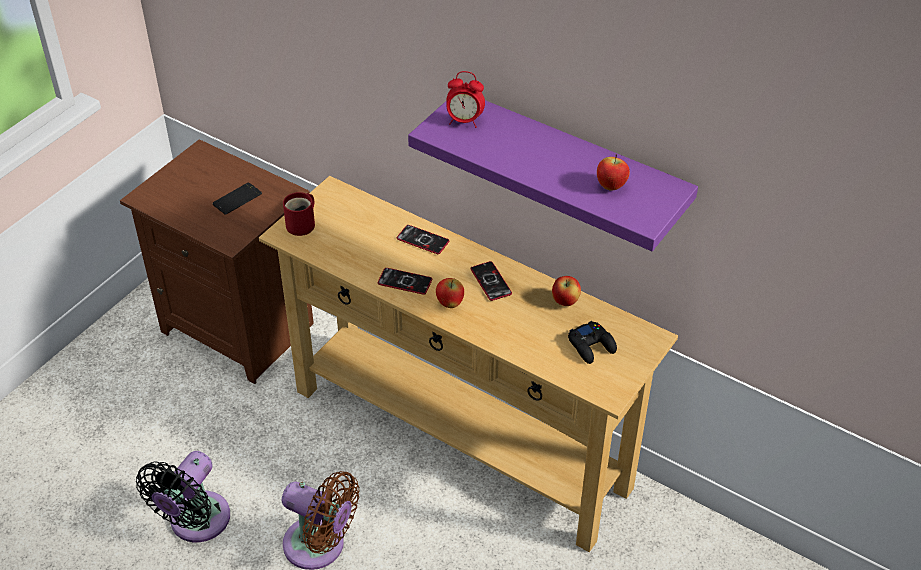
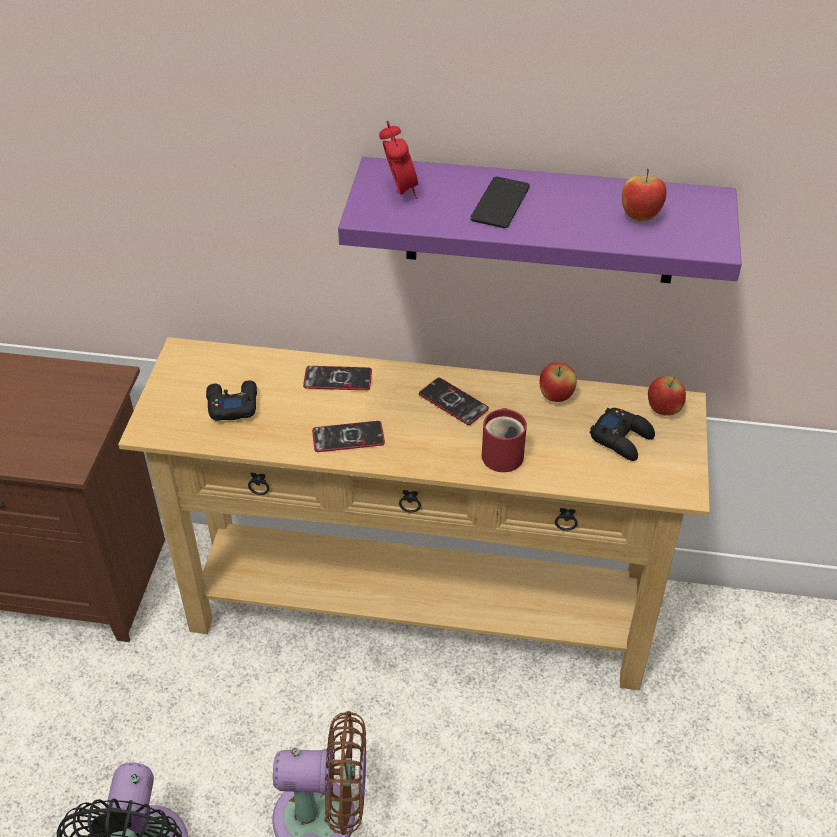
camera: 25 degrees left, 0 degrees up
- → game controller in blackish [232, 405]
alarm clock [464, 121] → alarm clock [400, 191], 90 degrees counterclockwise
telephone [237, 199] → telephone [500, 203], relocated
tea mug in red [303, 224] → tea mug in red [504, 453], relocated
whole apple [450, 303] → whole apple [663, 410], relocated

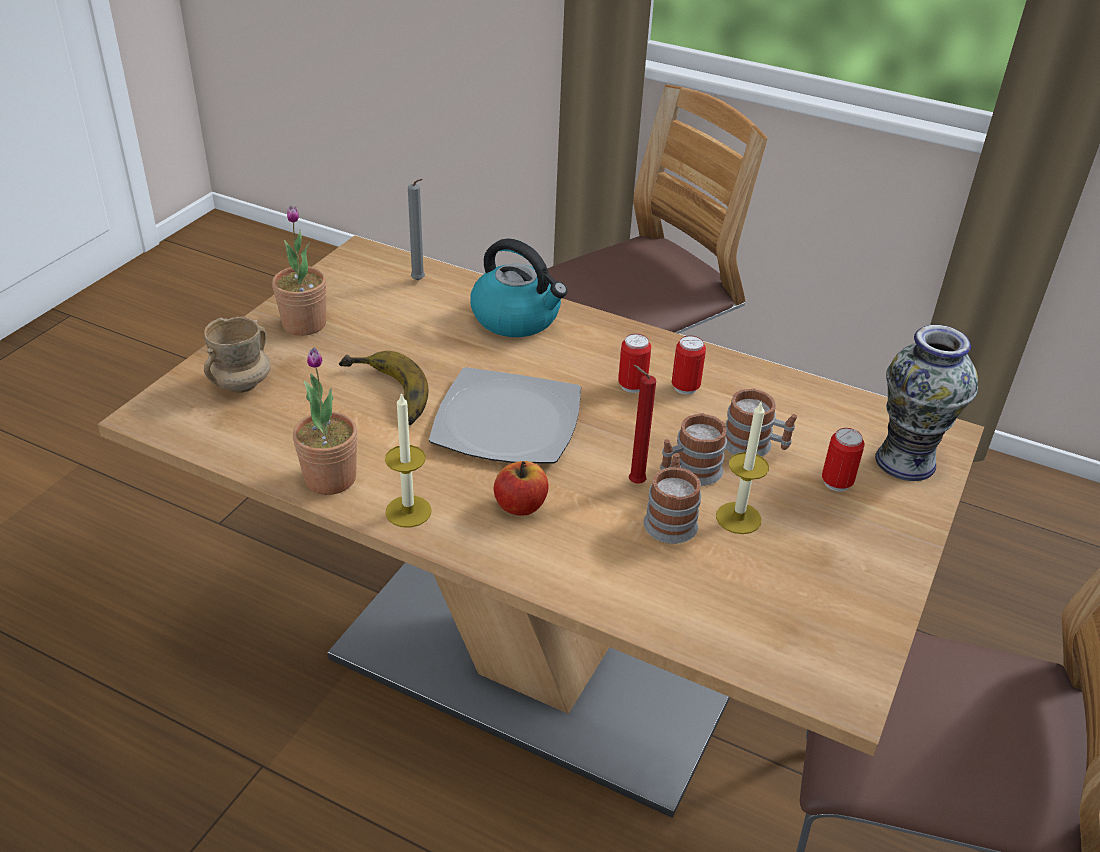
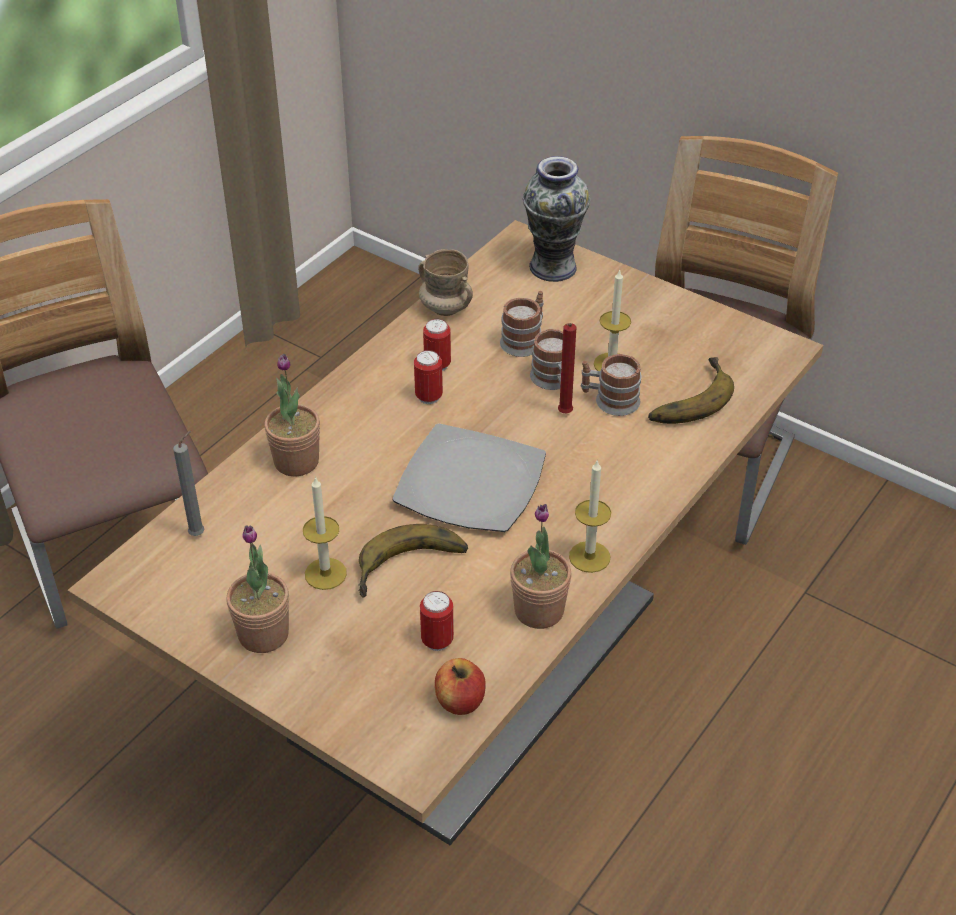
camera: 80 degrees left, 5 degrees up
water kettle [517, 318] → plant in a pot [296, 461]
- → wax light [325, 573]
tea mug in beige-coloured [241, 383] → tea mug in beige-coloured [445, 308], relocated
sealed can [836, 483] → sealed can [437, 641], relocated
whole apple [520, 505] → whole apple [460, 701], relocated
- → banana fruit [685, 397]

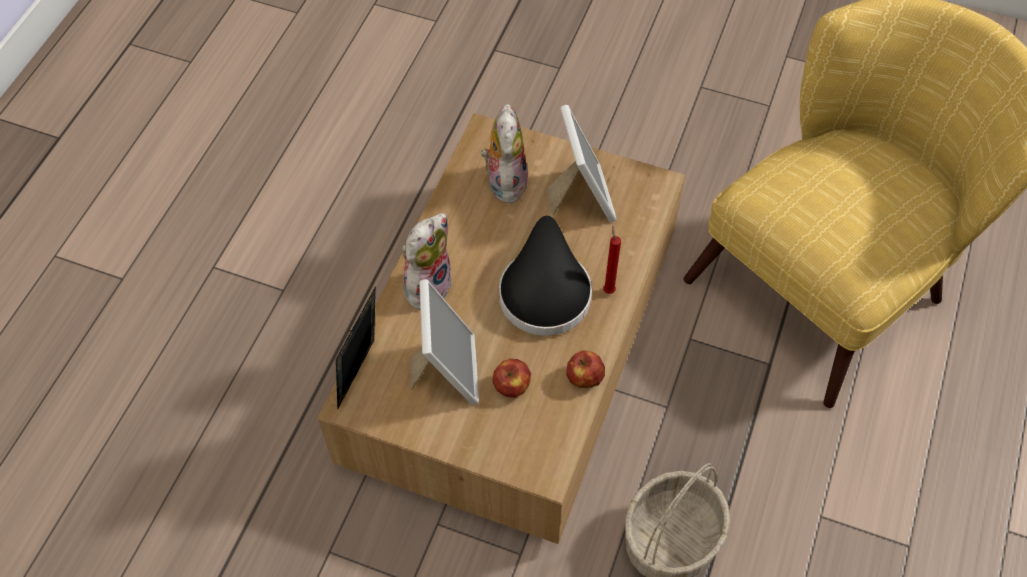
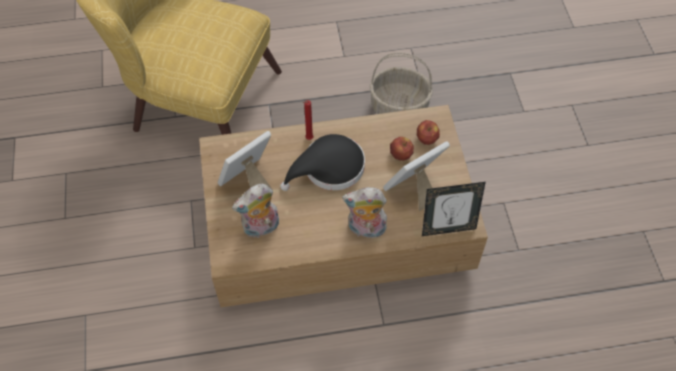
camera: 120 degrees left, 0 degrees up
whole apple [585, 378] → whole apple [427, 138], relocated

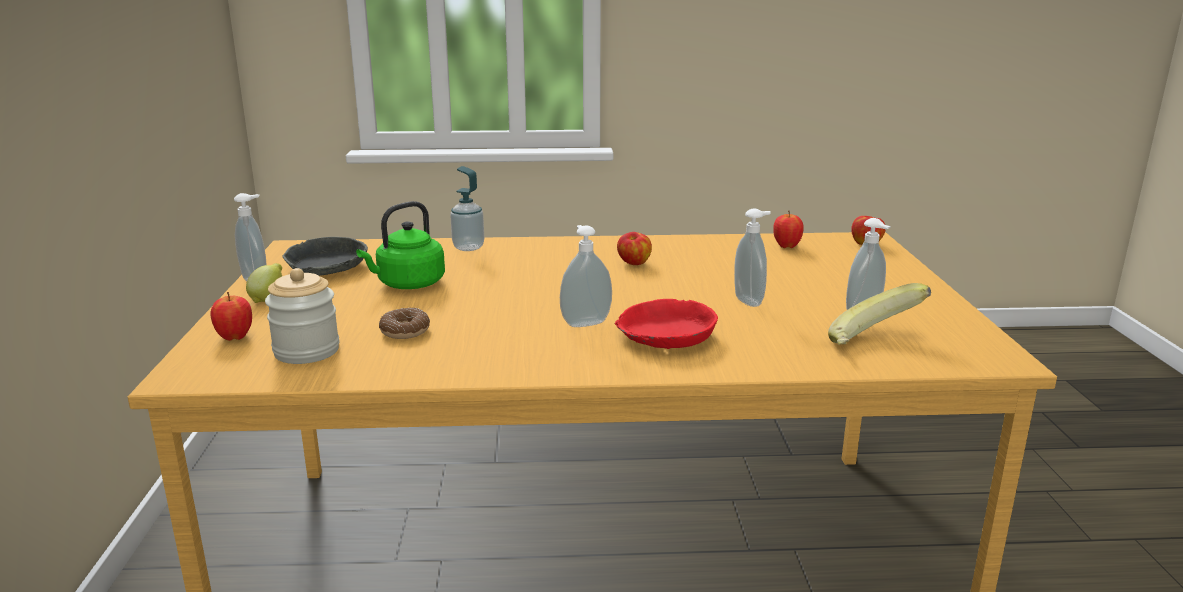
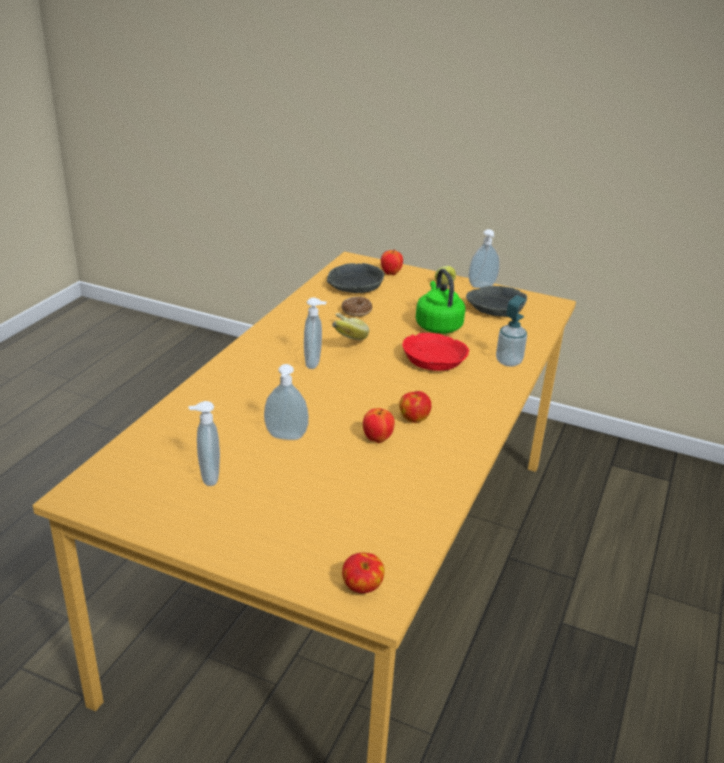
camera: 115 degrees right, 10 degrees up
preserve jar [306, 351] → deep dish in gray [354, 286]
banana fruit [874, 344] → banana fruit [342, 339], relocated
whole apple [786, 246] → whole apple [377, 439], relocated
deep dish in red [665, 336] → deep dish in red [435, 359], relocated

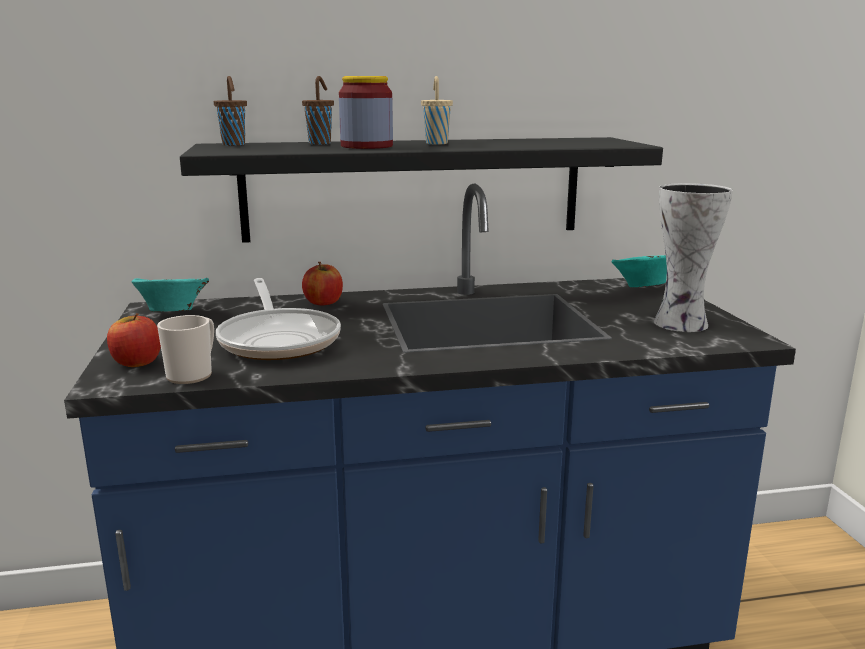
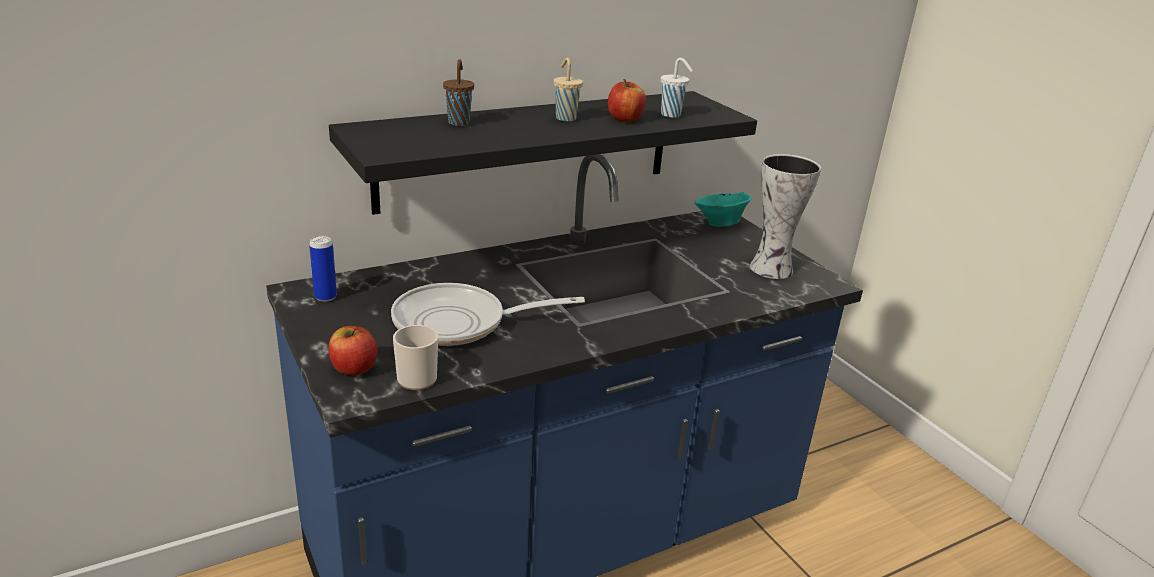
camera: 20 degrees left, 10 degrees up
deep dish in turquoise-coloured [172, 313] → sealed can [325, 297]
pan [279, 339] → pan [459, 323], 120 degrees clockwise
whole apple [323, 302] → whole apple [625, 119], relocated
- → drinking cup in whitish [672, 115]
drinking cup in brown-coloured [234, 145] → -
preserve jar [367, 146] → -

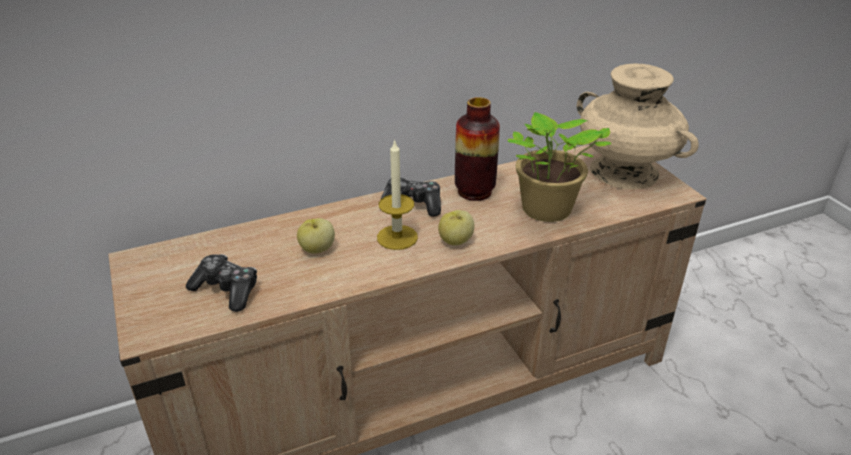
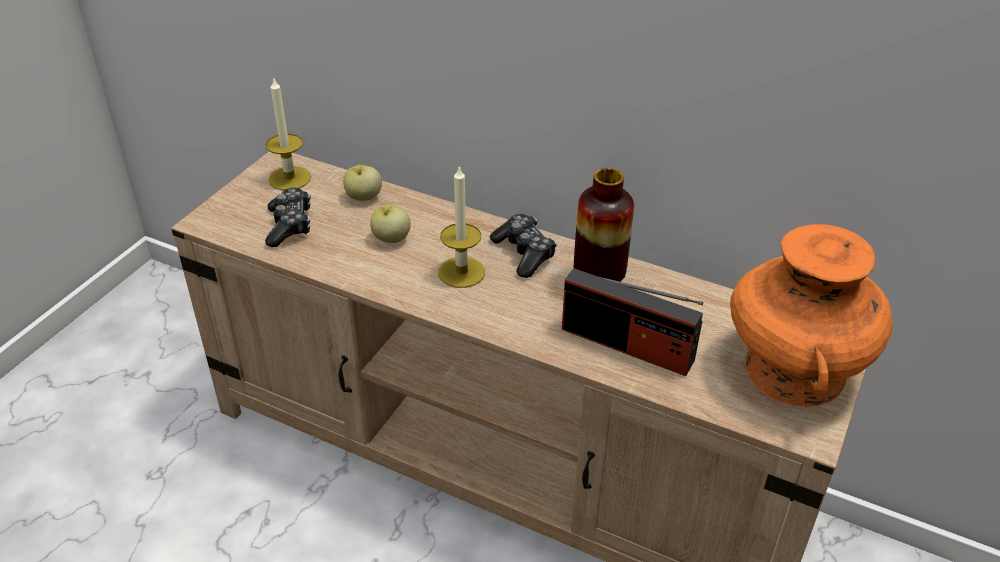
camera: 50 degrees right, 5 degrees up
- → wax light [289, 178]
whole apple [456, 241] → whole apple [363, 197], relocated
plant in a pot [545, 211] → radio [627, 345]
decorative vase in beige-coloured [624, 172] → decorative vase in orangey [794, 371]

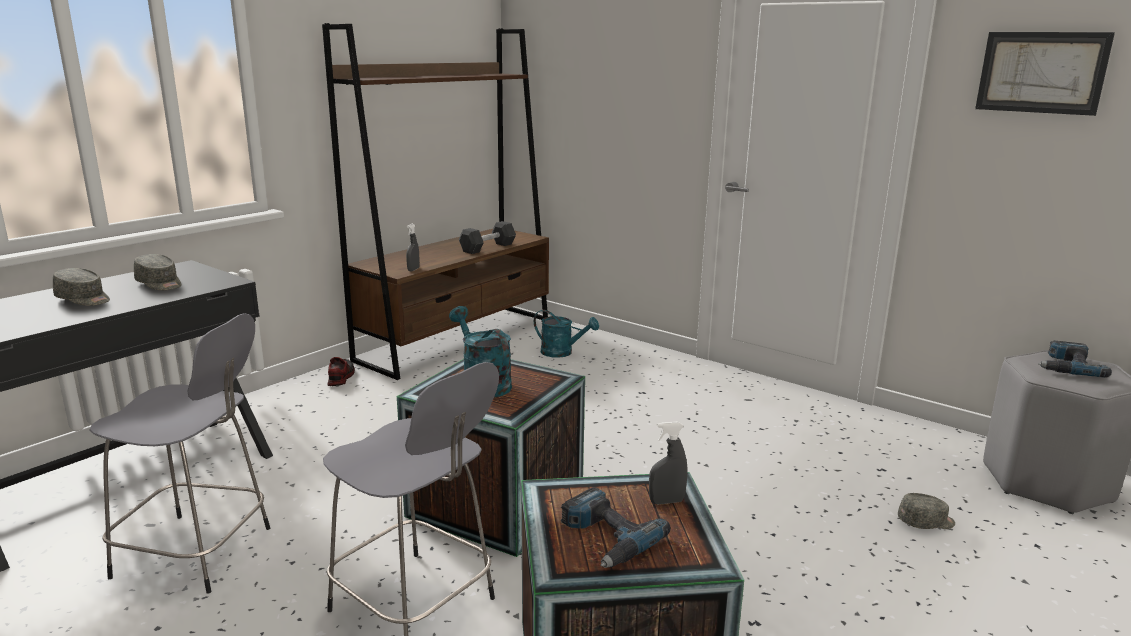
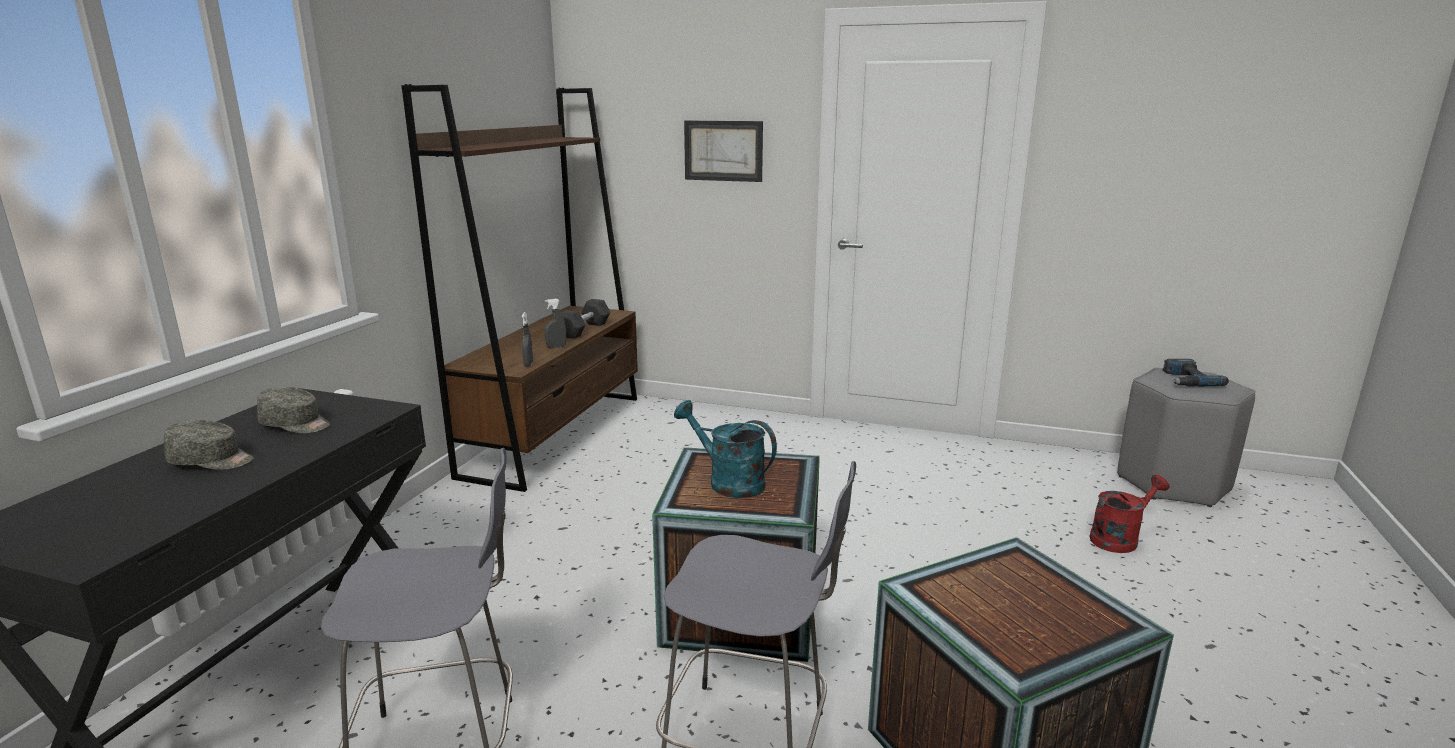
camera: 20 degrees left, 0 degrees up
hand sprayer in gray [666, 501] → hand sprayer in gray [556, 347], relocated
wall art [1041, 72] → wall art [723, 151], relocated
baseball cap in gray [926, 522] → sprinkling can in red [1119, 538]
shoe [340, 377] → -
sprinkling can in turquoise-coloured [562, 353] → -
power drill [606, 538] → -

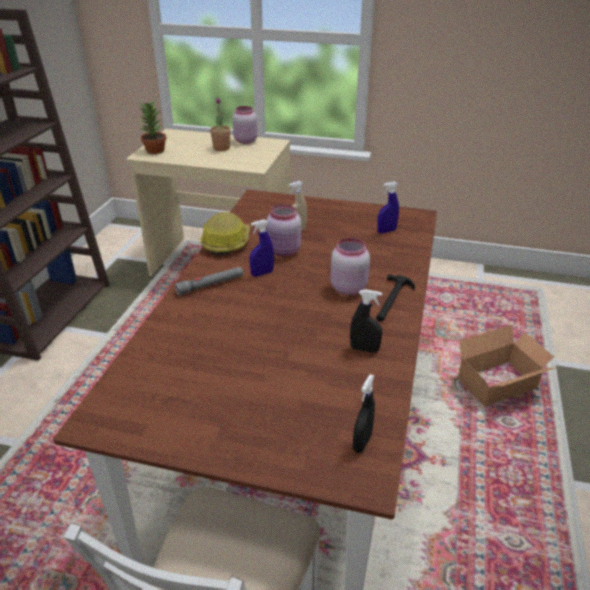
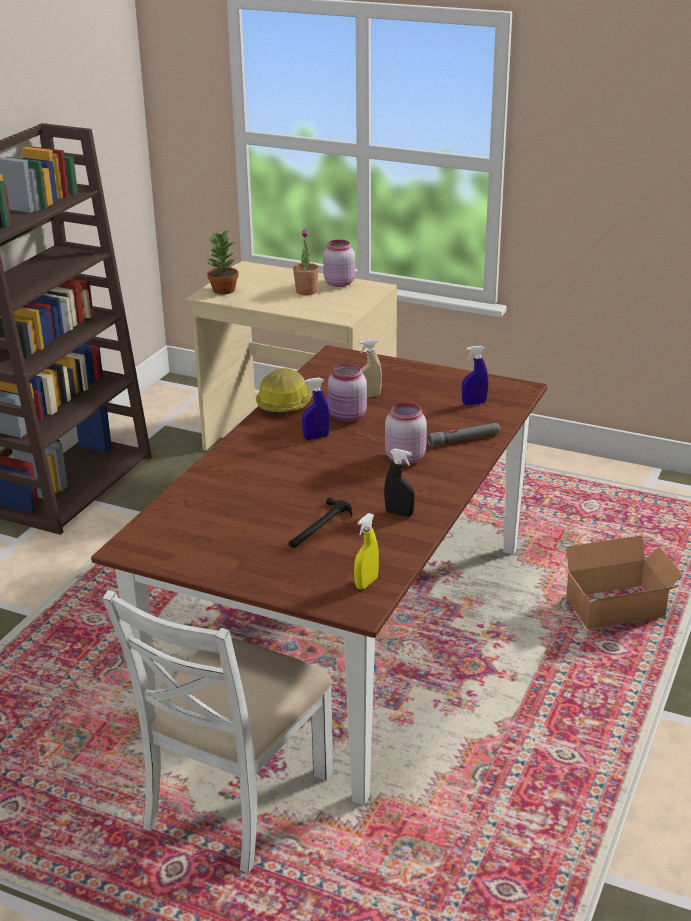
camera: 10 degrees right, 5 degrees down
hammer [392, 300] → hammer [319, 527], relocated
hand sprayer in blackish [362, 442] → hand sprayer in yellow-coloured [366, 583]
hand torch in gray [211, 285] → hand torch in gray [464, 439], relocated

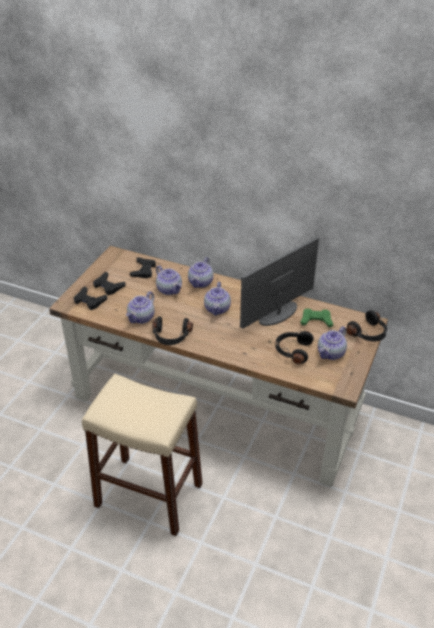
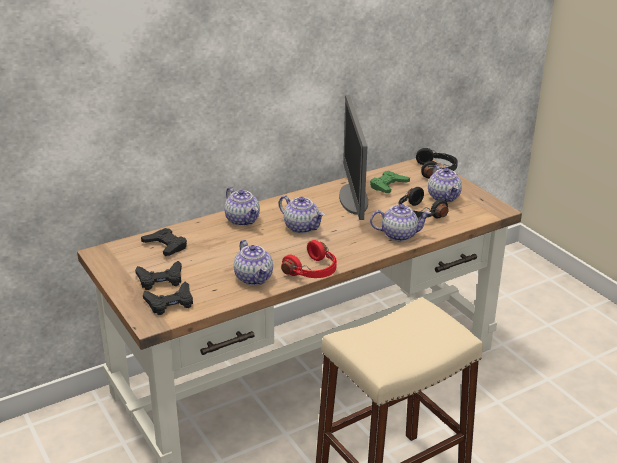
camera: 55 degrees left, 10 degrees down
headphones in blackish [171, 337] → headphones in red [313, 271]
tea pot [169, 289] → tea pot [399, 235], relocated

